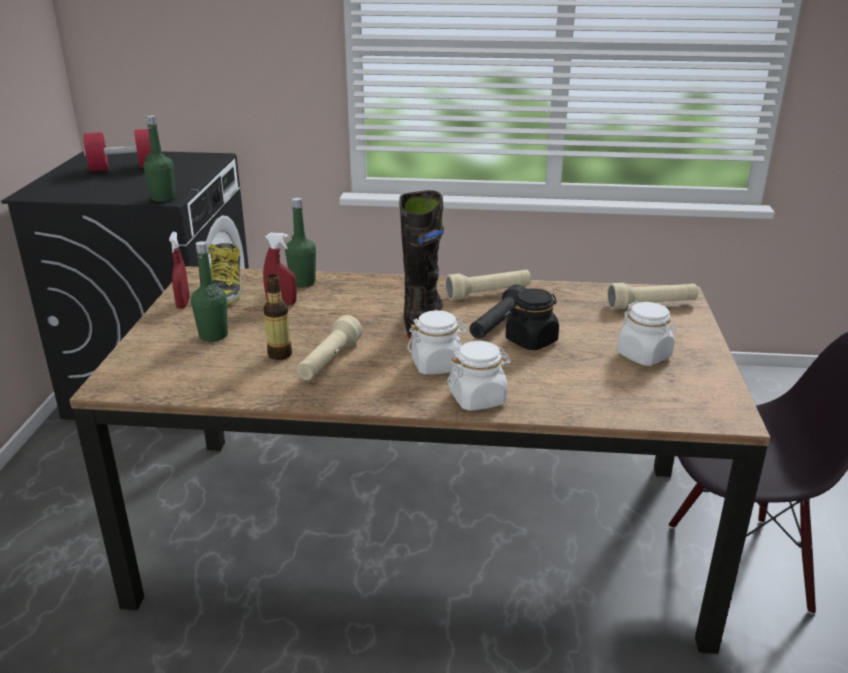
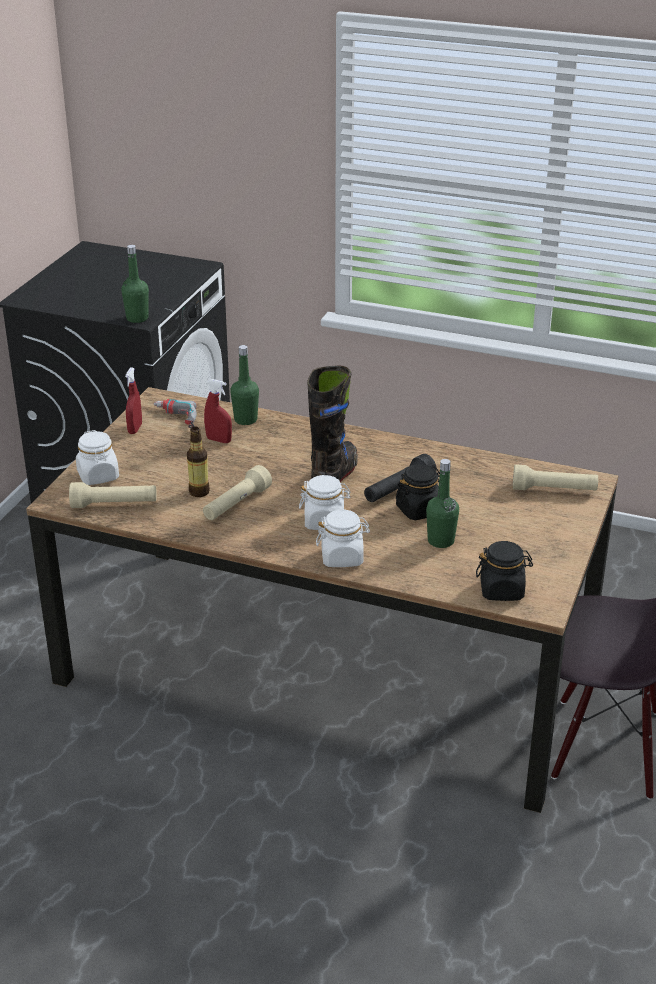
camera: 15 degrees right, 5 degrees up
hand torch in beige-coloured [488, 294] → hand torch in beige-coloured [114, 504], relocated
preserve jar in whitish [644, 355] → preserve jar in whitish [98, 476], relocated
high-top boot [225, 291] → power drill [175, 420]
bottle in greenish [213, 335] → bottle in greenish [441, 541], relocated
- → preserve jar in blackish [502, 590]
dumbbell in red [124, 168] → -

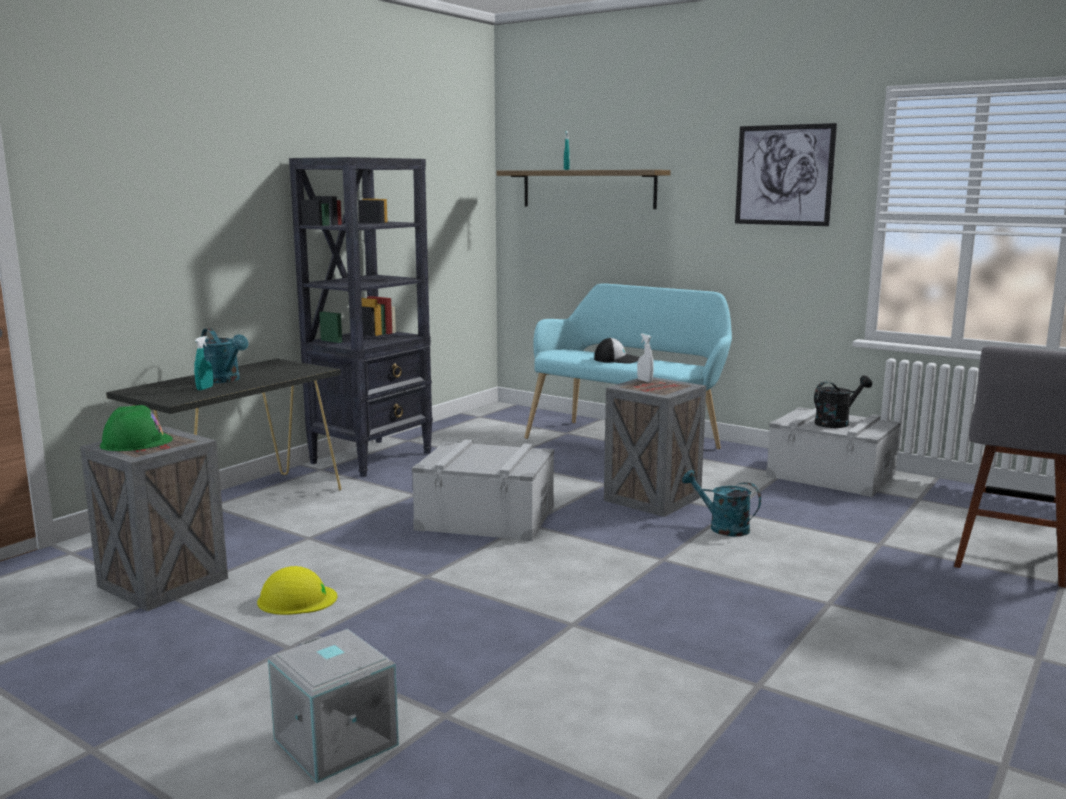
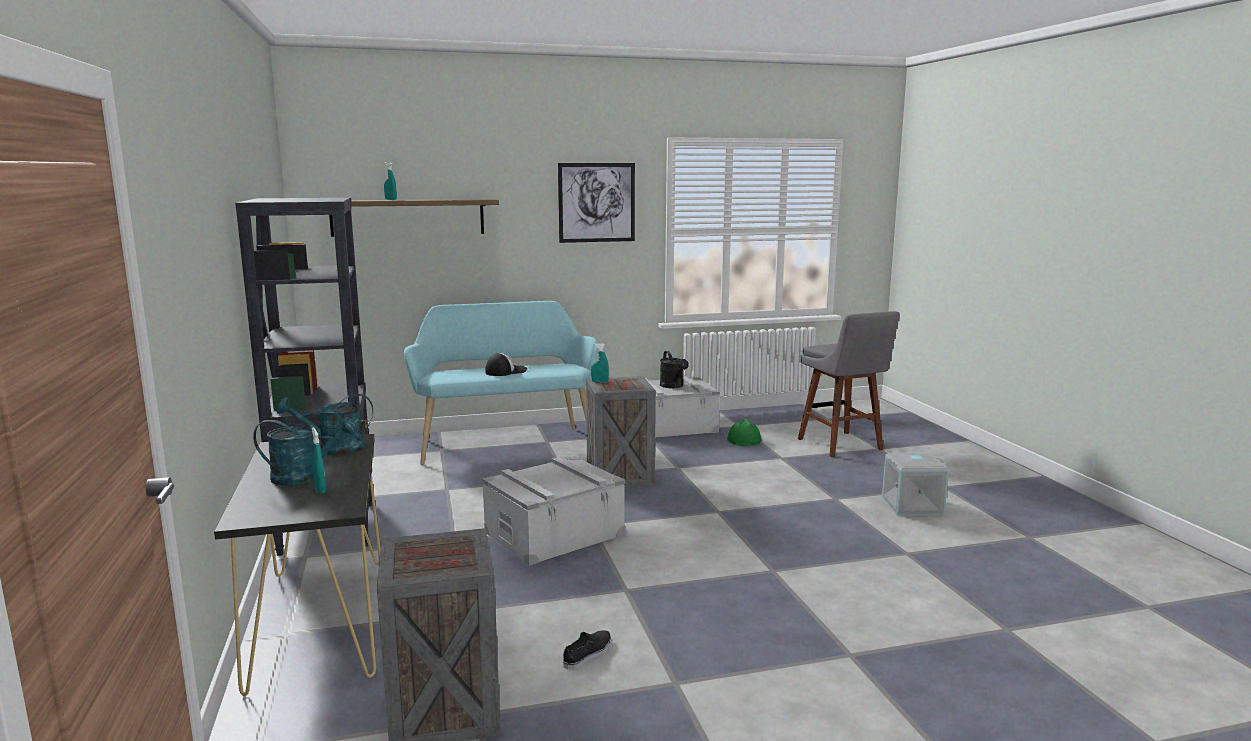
camera: 50 degrees left, 0 degrees up
sprinkling can in turquoise-coloured [722, 527] → sprinkling can in turquoise-coloured [333, 449], relocated
work helmet in yellow-coloured [296, 599] → shoe in blackish [588, 654]
hand sprayer in whitish [644, 381] → hand sprayer in turquoise-coloured [600, 382]
sprinkling can in blackish [836, 422] → sprinkling can in blackish [673, 386], 150 degrees clockwise
work helmet in greenish [136, 442] → work helmet in greenish [744, 440], relocated
storage bin in gray [333, 742] → storage bin in gray [912, 506], relocated

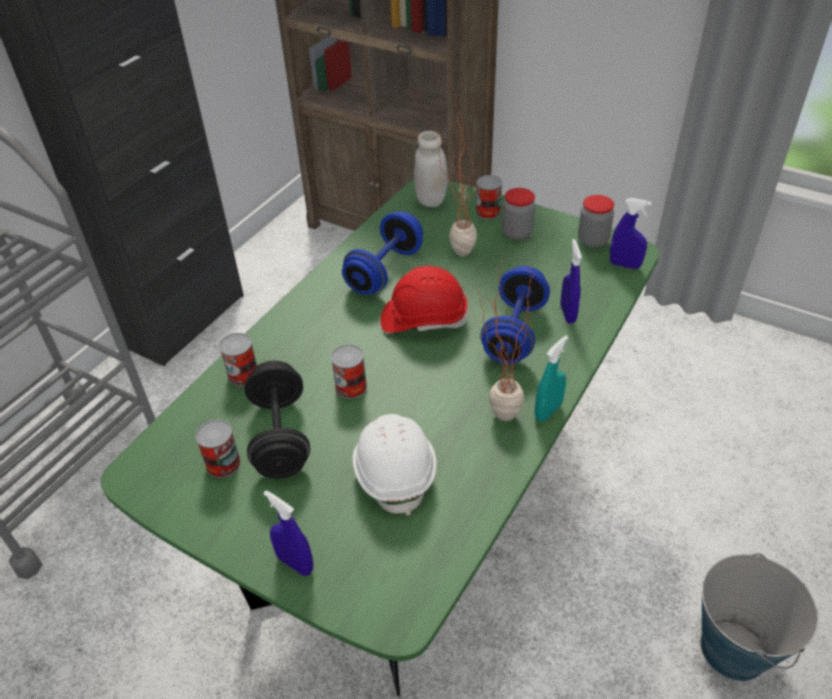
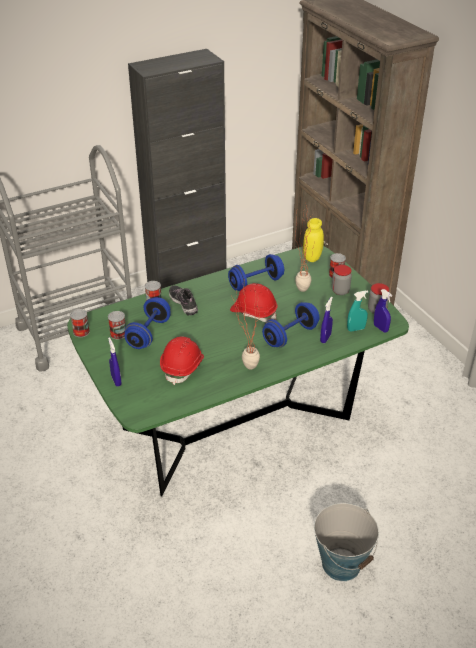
camera: 30 degrees right, 5 degrees down
sealed can [351, 387] → sealed can [81, 332], relocated
dumbbell in blackish [280, 436] → dumbbell in bluish [149, 333]
work helmet in whitish [395, 471] → work helmet in red [183, 367]
- → shoe [183, 303]
preserve jar in whitish [431, 200] → preserve jar in yellow-coloured [312, 257]
hand sprayer in turquoise-coloured [548, 411] → hand sprayer in turquoise-coloured [356, 329], relocated

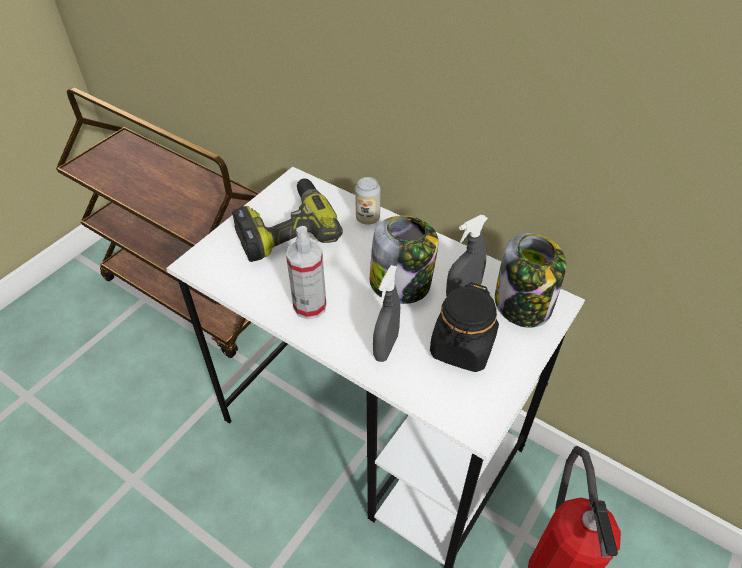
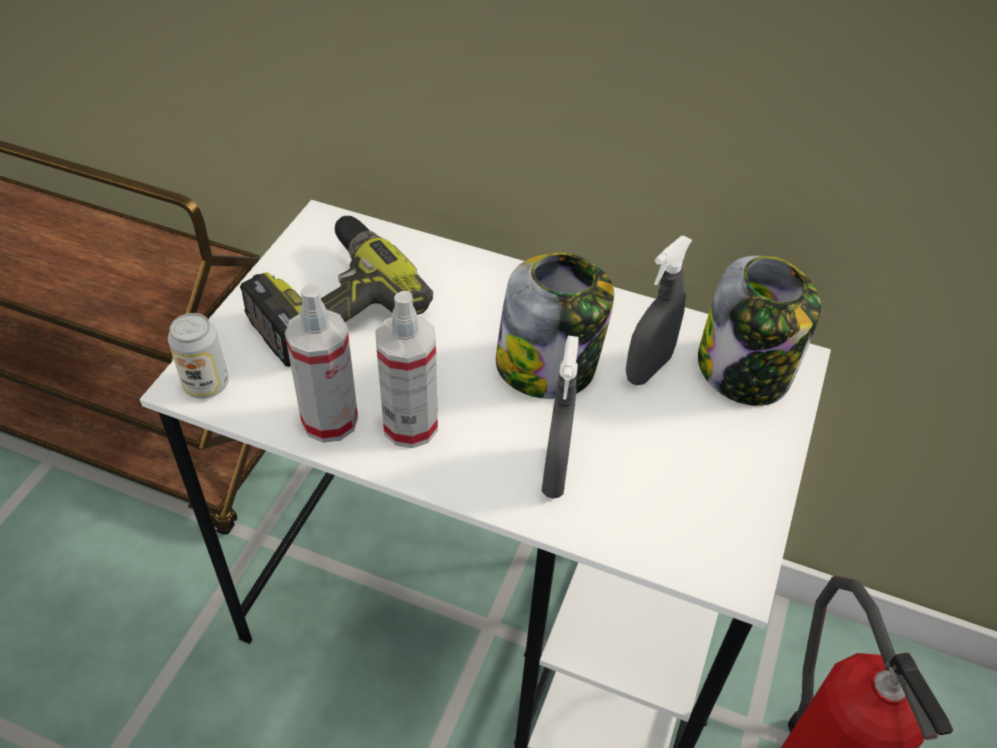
camera: 15 degrees left, 0 degrees up
sealed can [368, 218] → sealed can [206, 385], relocated
- → hand sprayer [330, 420]
preserve jar in blackish [462, 347] → -

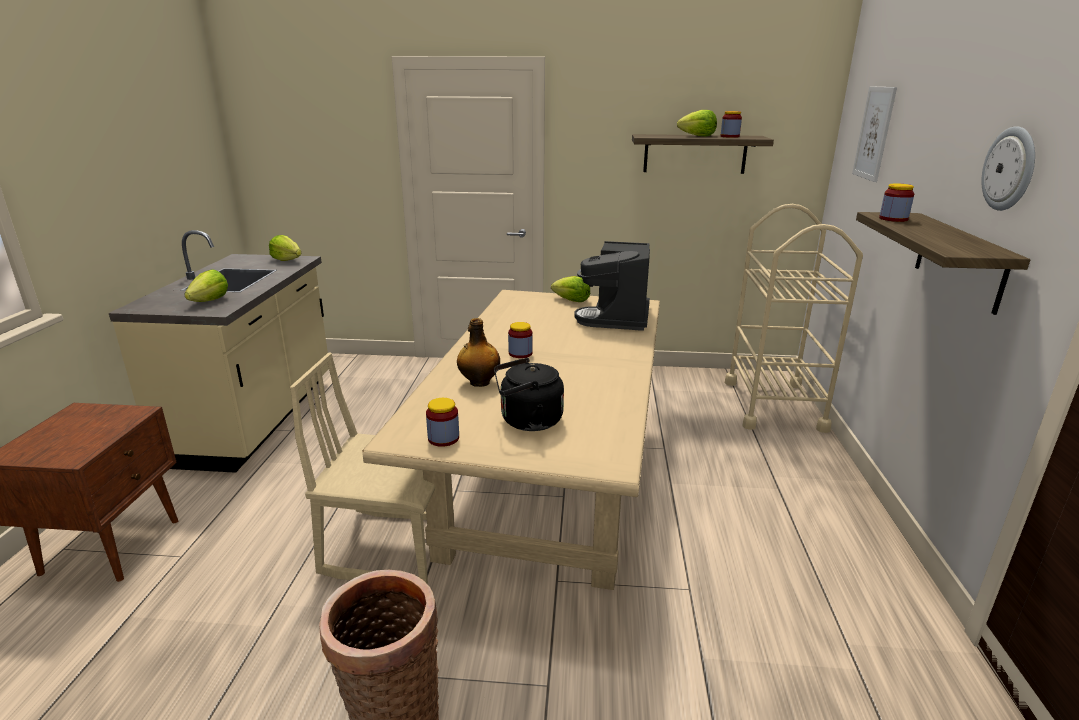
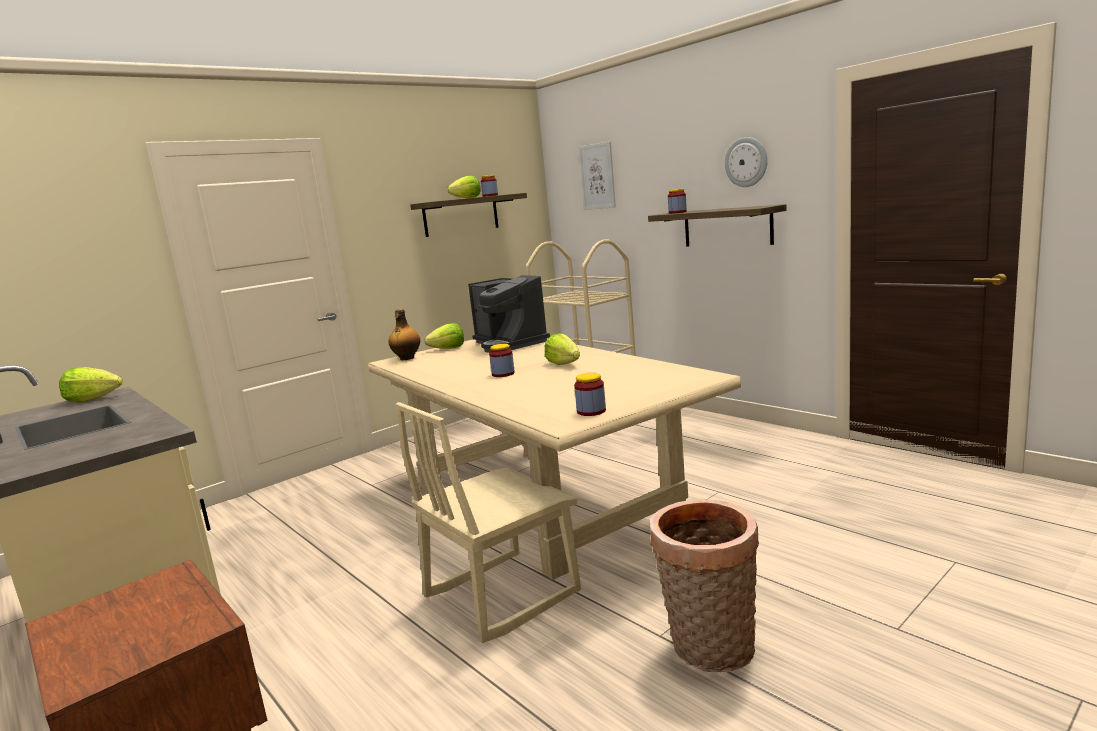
camera: 45 degrees left, 10 degrees down
bottle [479, 382] → bottle [406, 358], relocated
lettuce head [210, 301] → lettuce head [564, 364], relocated
water kettle in blackish [527, 421] → -

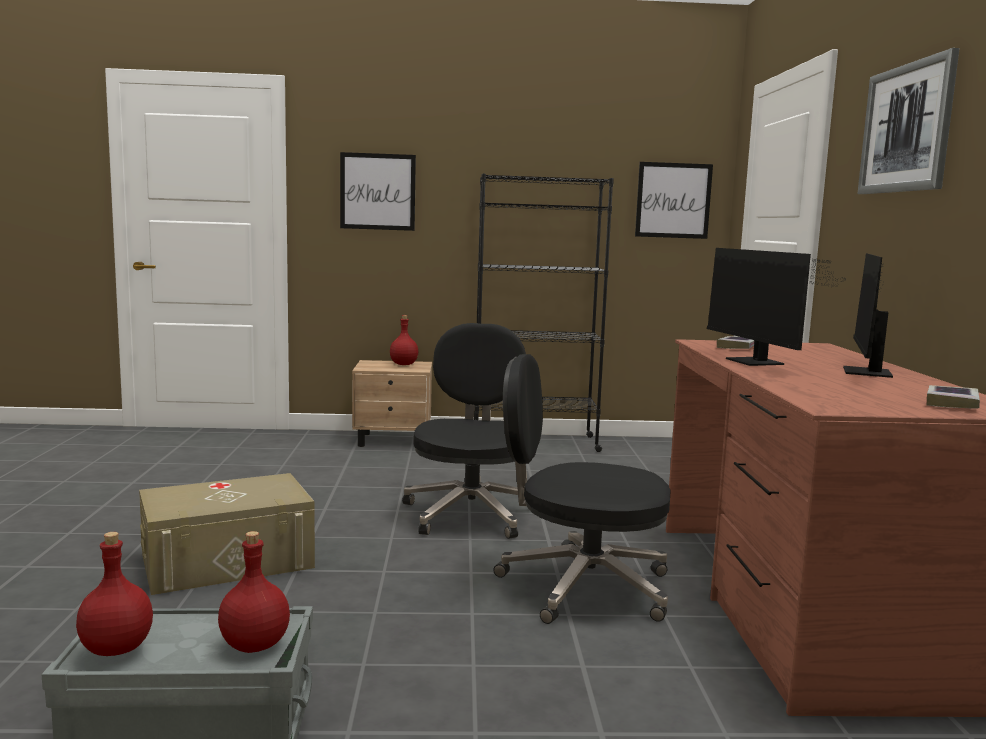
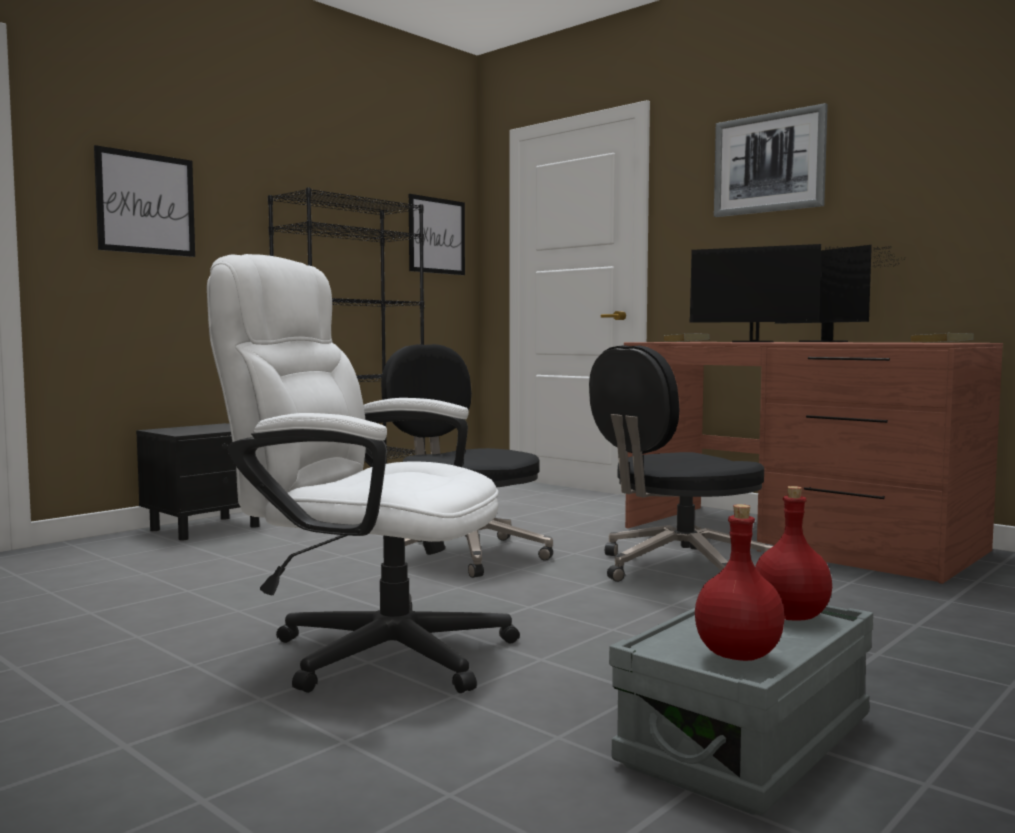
camera: 45 degrees left, 5 degrees down
nightstand in beige-coloured [394, 440] → nightstand in blackish [207, 528]
storage bin in beige-coloured [227, 561] → desk chair in whitish [369, 650]
bottle in red [404, 364] → -

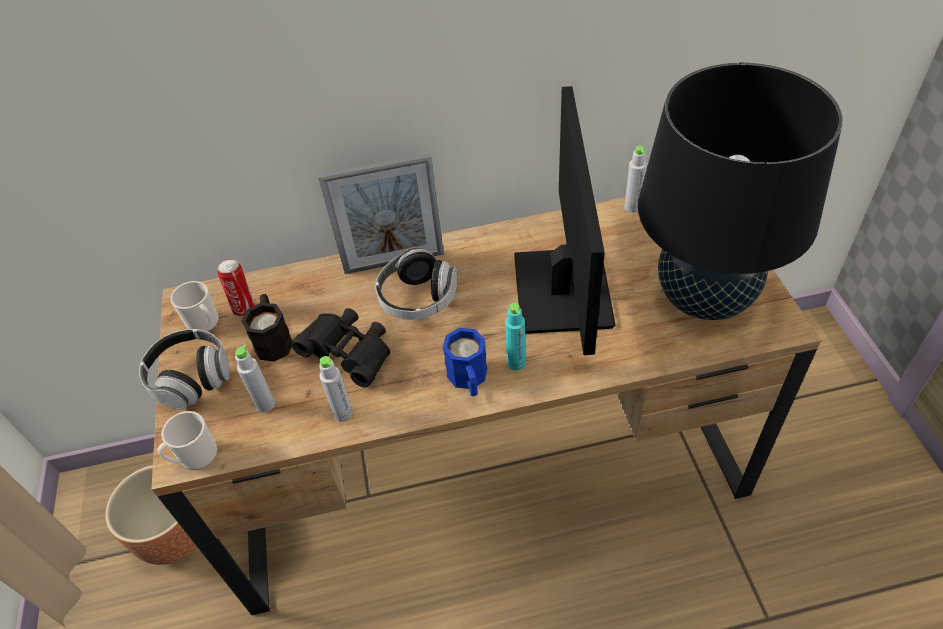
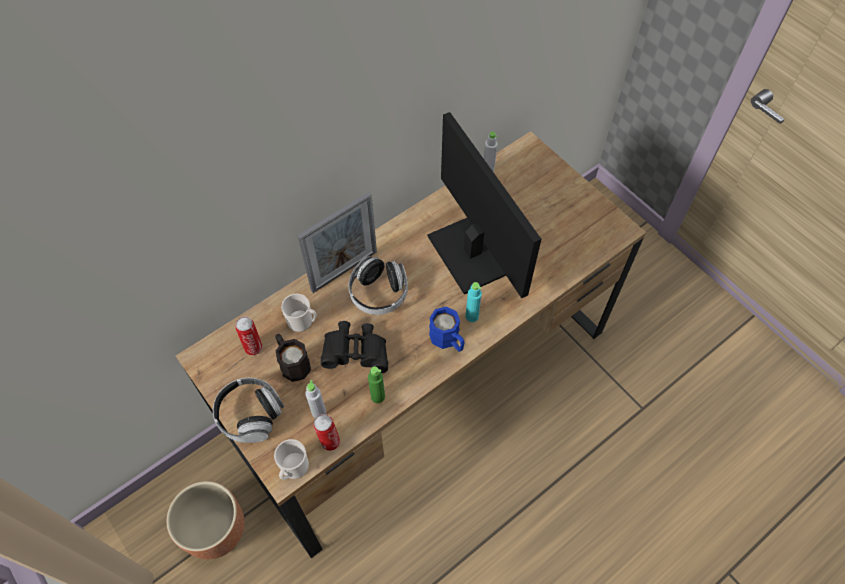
camera: 30 degrees left, 10 degrees up
tea mug [205, 324] → tea mug [303, 322], relocated
- → sealed can [329, 441]
bottle in gray [343, 413] → bottle in greenish [378, 396]
tabletop lamp in blackish [704, 298] → -

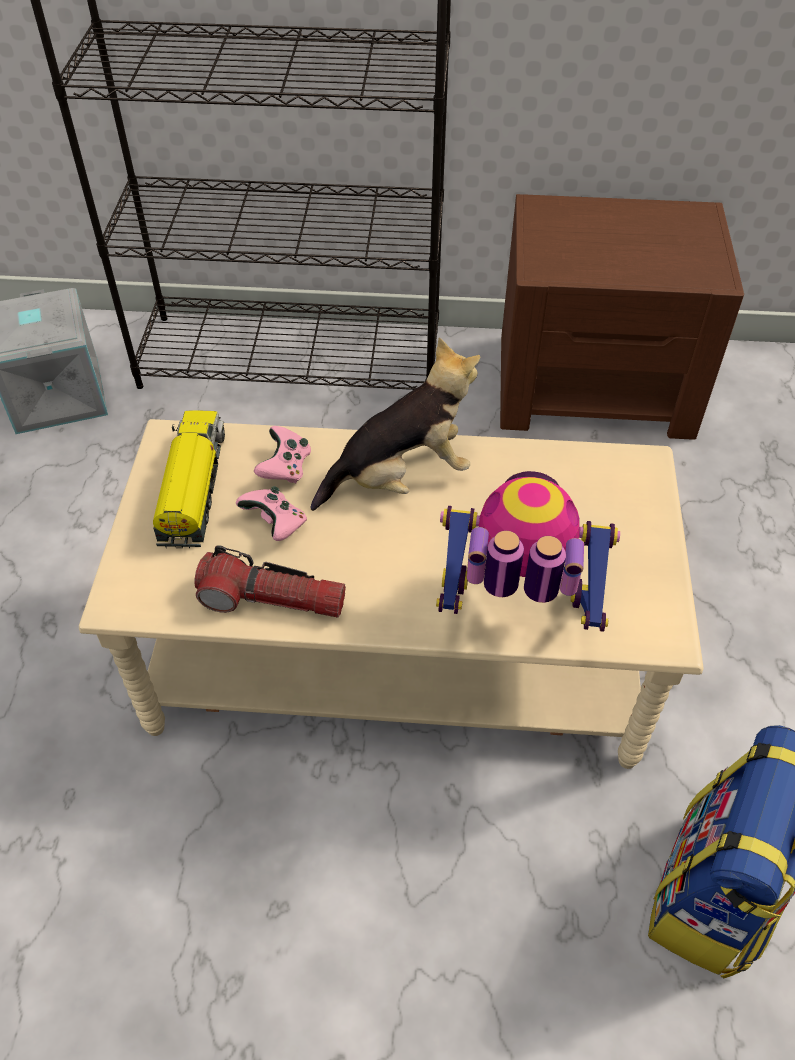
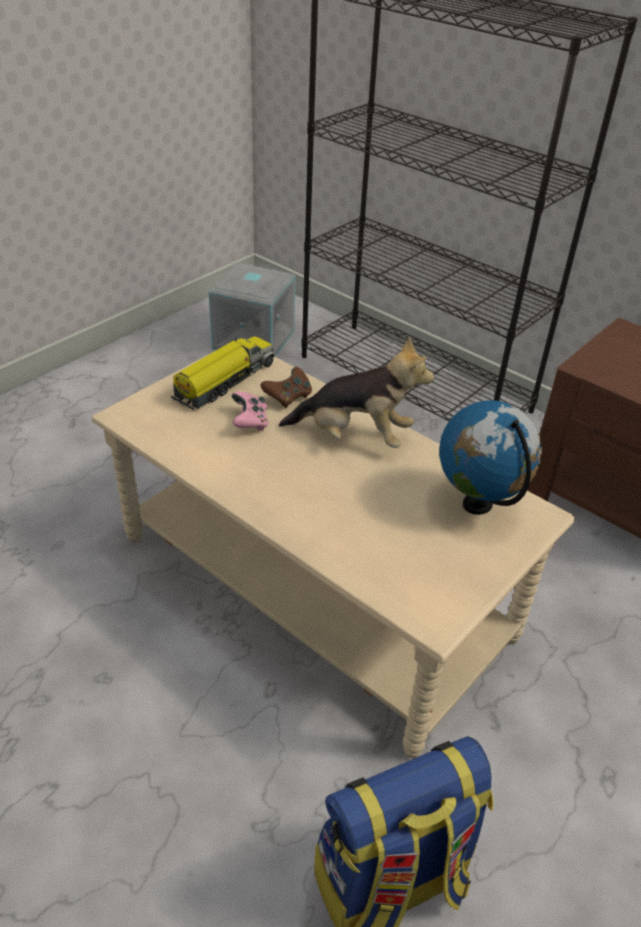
camera: 35 degrees right, 10 degrees down
game controller in pinkish [285, 468] → game controller in brown-coloured [288, 397]
- → desk globe [478, 504]
hand torch [272, 600] → -
toy robot [515, 612] → -

